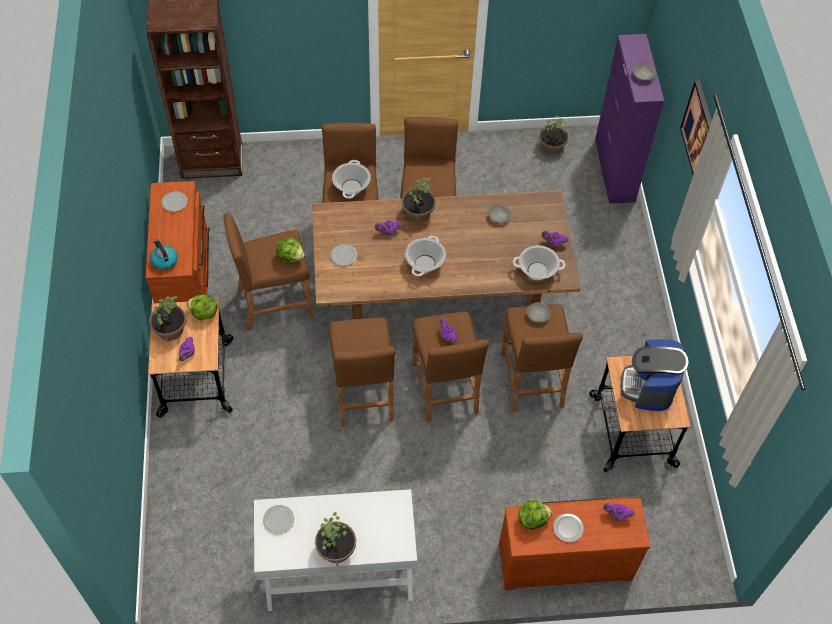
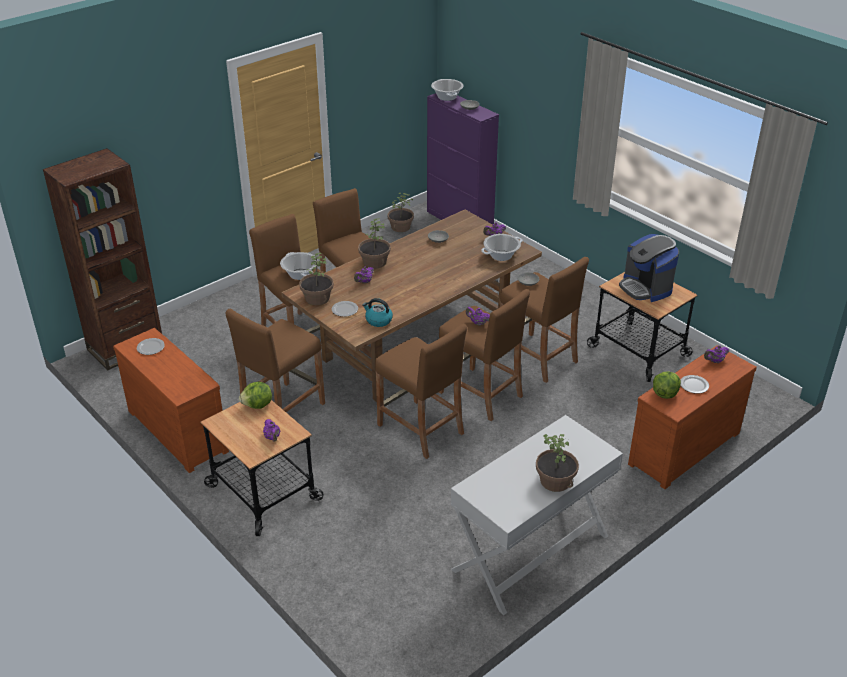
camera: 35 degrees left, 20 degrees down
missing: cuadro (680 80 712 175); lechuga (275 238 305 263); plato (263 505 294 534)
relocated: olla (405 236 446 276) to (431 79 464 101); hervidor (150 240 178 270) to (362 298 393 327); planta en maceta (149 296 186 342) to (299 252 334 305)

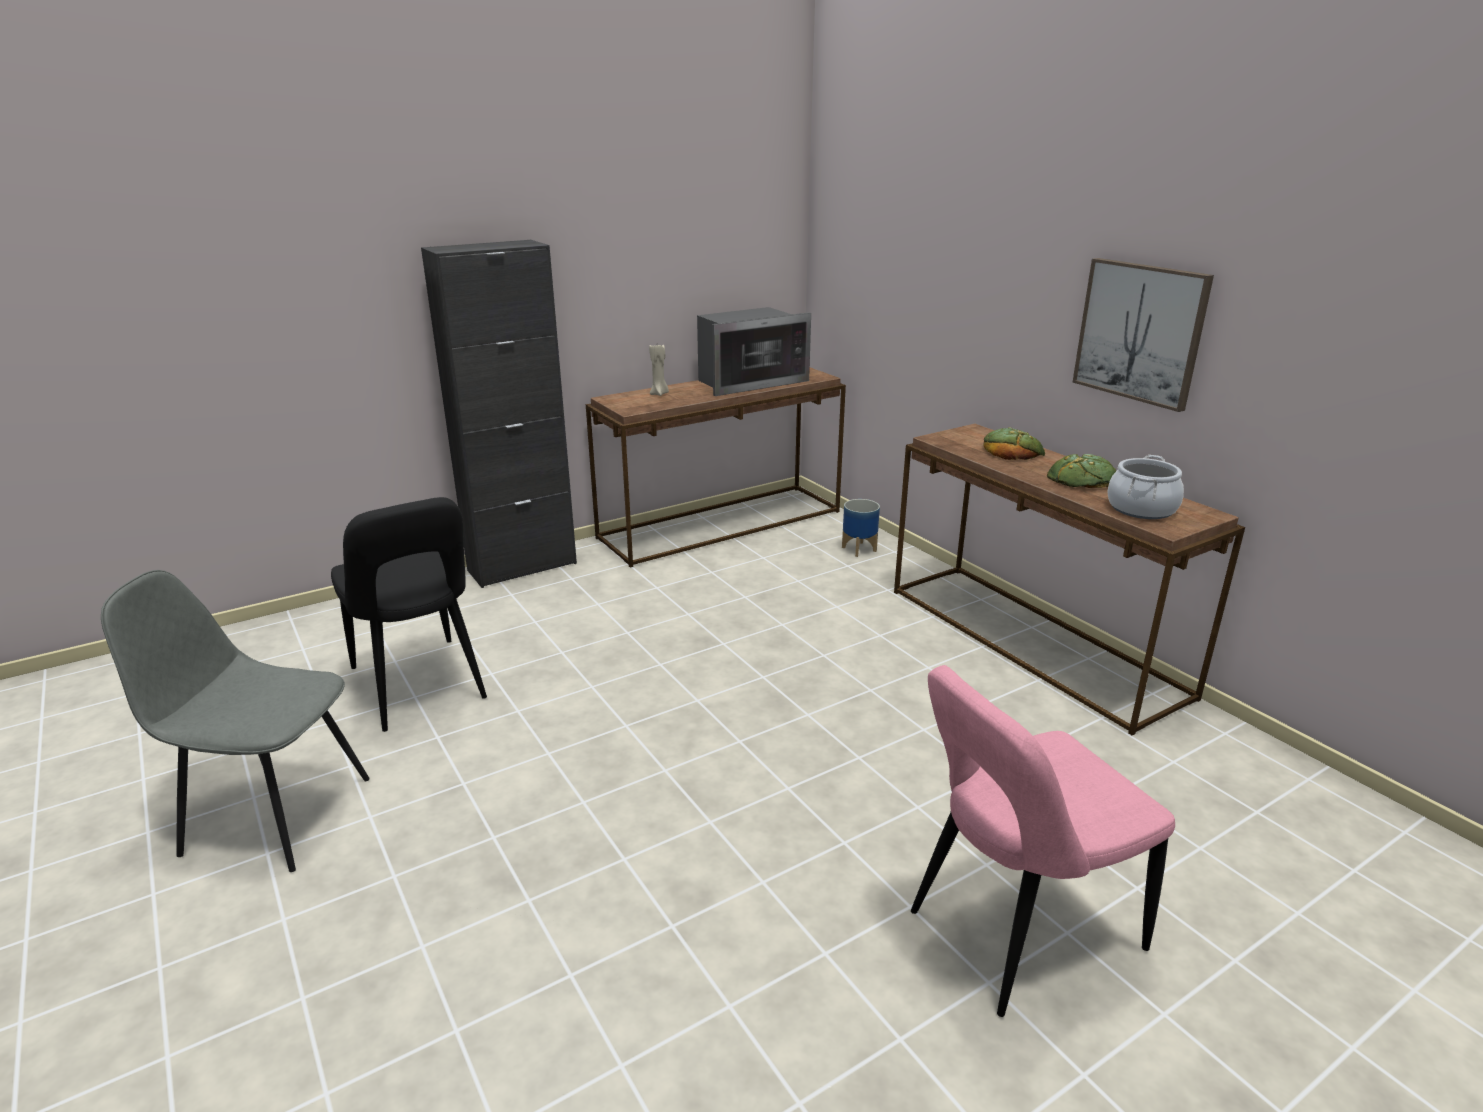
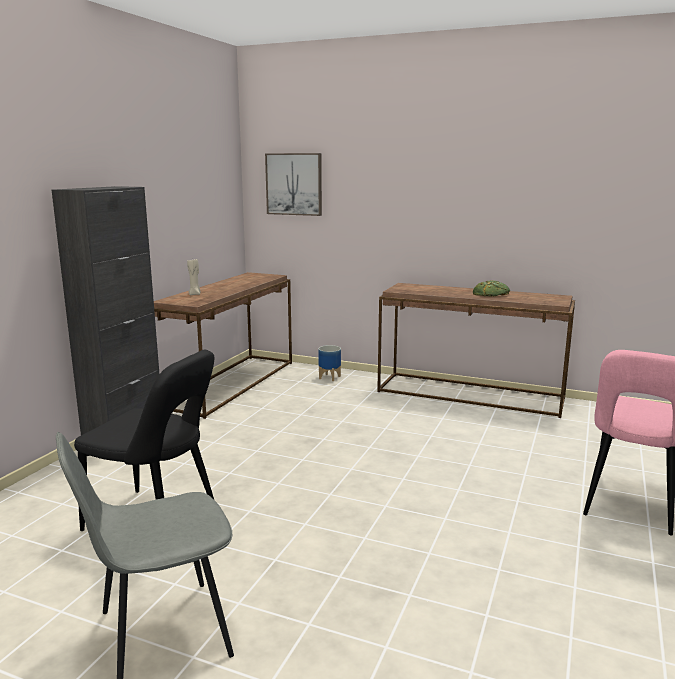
camera: 35 degrees left, 10 degrees down
missing: microondas (697 307 811 396); pan (983 427 1045 460); olla (1108 455 1184 519)
relocated: cuadro (1073 258 1214 412) to (265 153 322 216)

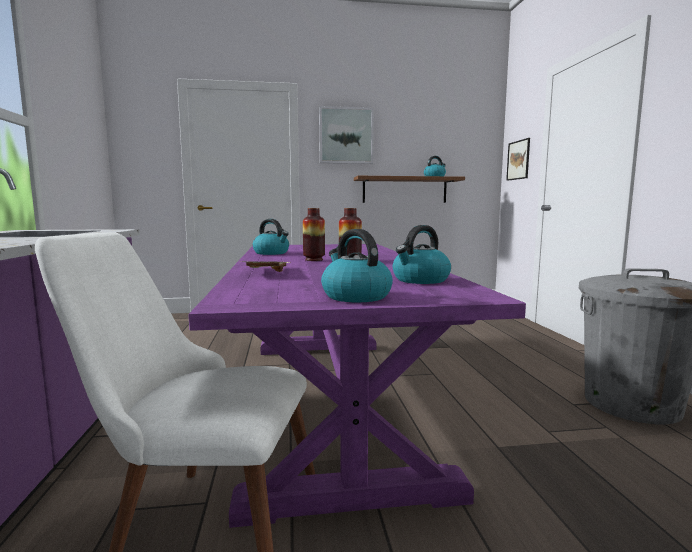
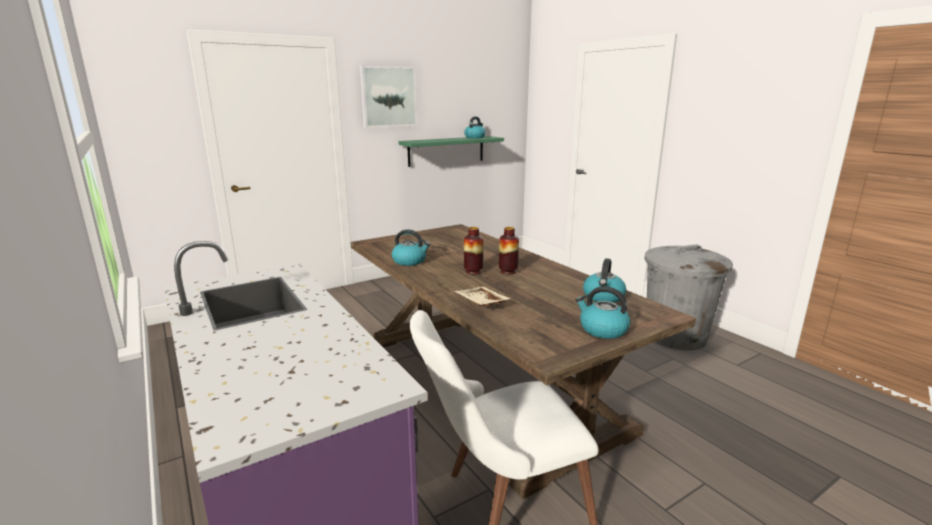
camera: 25 degrees left, 10 degrees up
missing: cuadro (506 138 530 181)
colour: estante [marrón] (354 176 465 203) to estante [verde] (399 136 504 167); mesa de comedor [morado] (188 244 526 528) to mesa de comedor [marrón] (350 224 696 500)

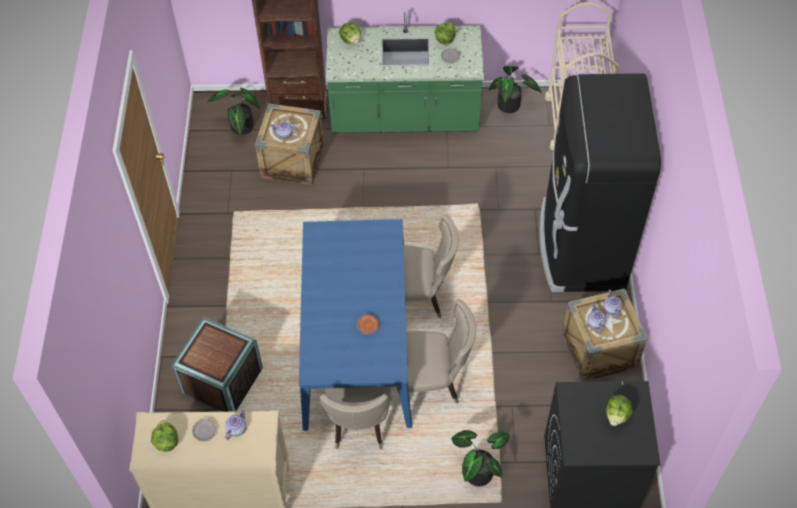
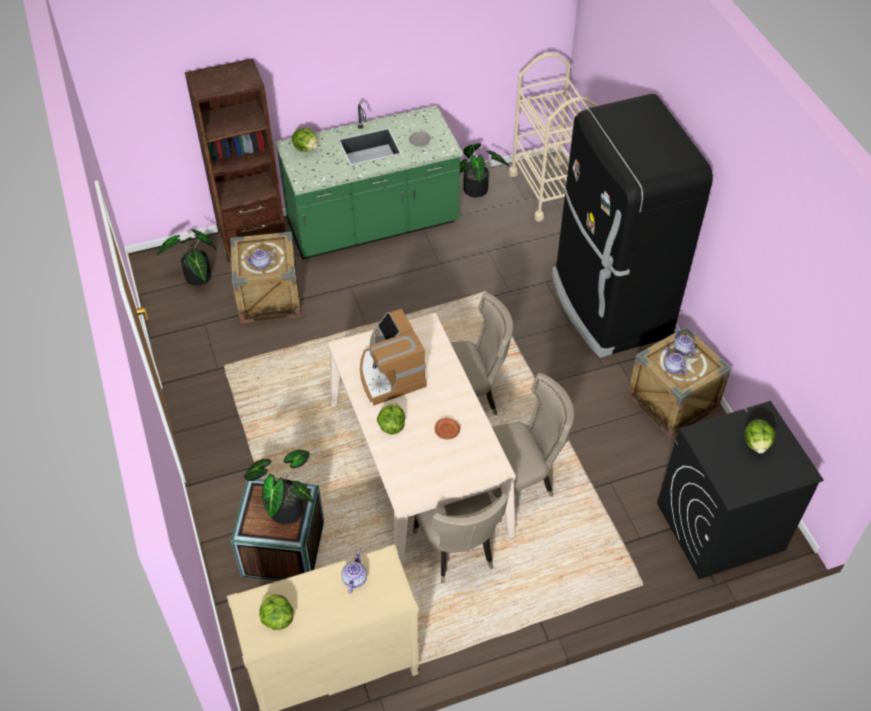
camera: 20 degrees left, 5 degrees down
missing: plato [gris] (192 419 216 442)
appeared: cafetera (360 309 427 406)
relocated: lechuga (435 23 456 44) to (377 403 405 434); planta en maceta (451 430 510 486) to (244 449 313 524)
colour: mesa de comedor [azul] (299 219 412 431) to mesa de comedor [beis] (328 313 516 567)

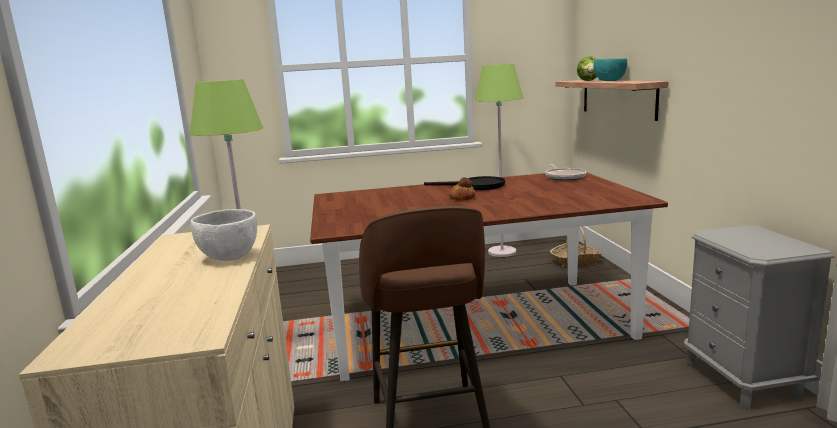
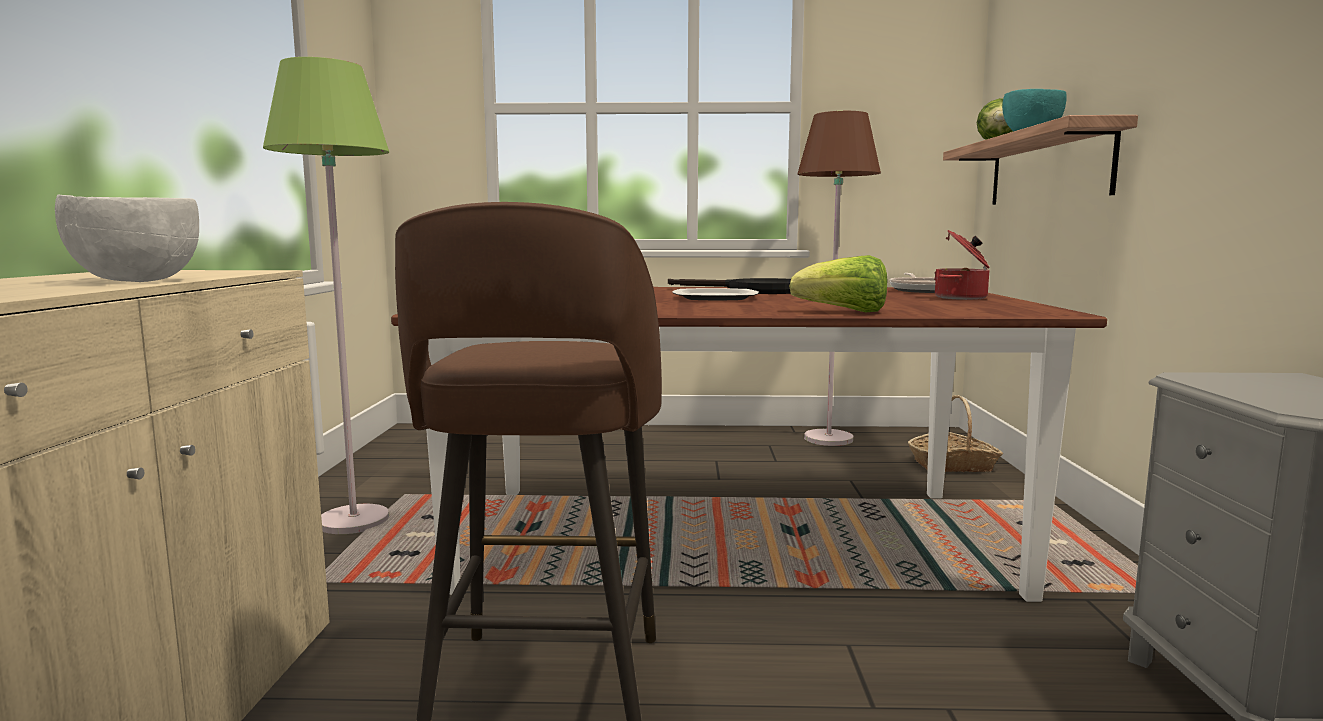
camera: 10 degrees right, 5 degrees down
appeared: olla (934 230 990 300); lechuga (790 255 887 313)
exchanged: pan (449 177 475 201) to plato (672 288 759 300)
colour: lámpara de pie [verde] (475 64 523 257) to lámpara de pie [marrón] (797 111 881 446)

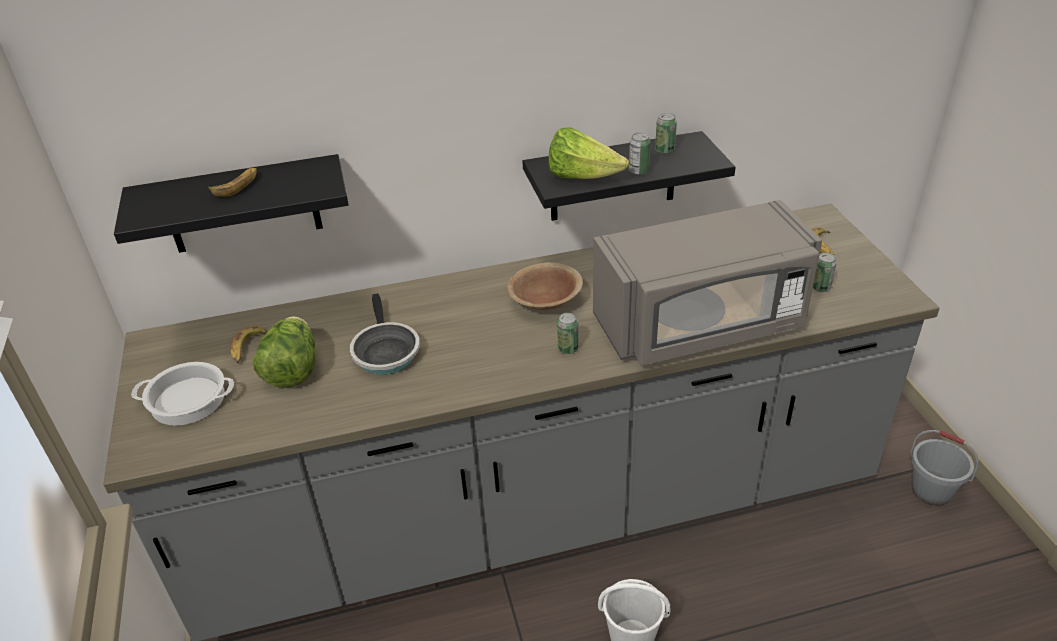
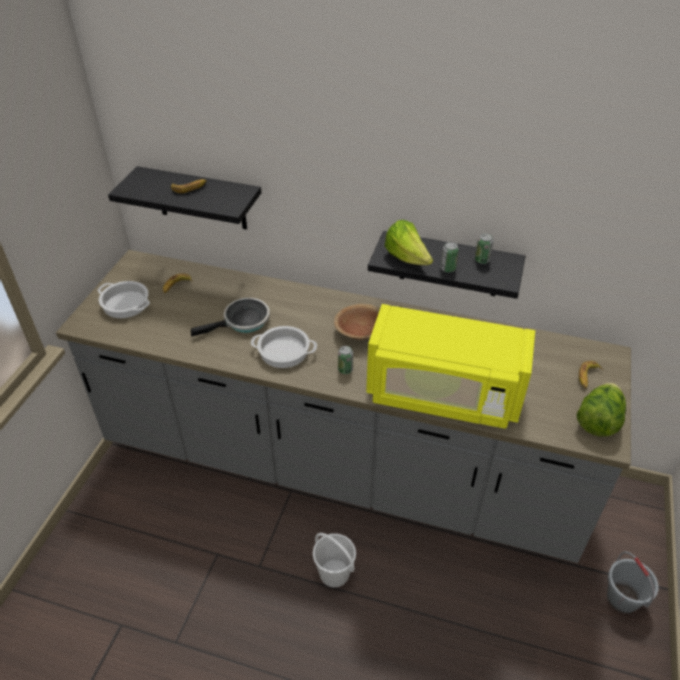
camera: 30 degrees right, 5 degrees up
missing: lata (813 253 837 292)
appeared: olla (251 326 317 368)
relocated: lechuga (253 316 315 388) to (577 383 626 437)
colour: microondas [gris] (593 200 822 366) to microondas [amarillo] (366 304 535 429)
spun: sartén (350 293 420 375) = (191 298 270 337) 135 degrees counterclockwise

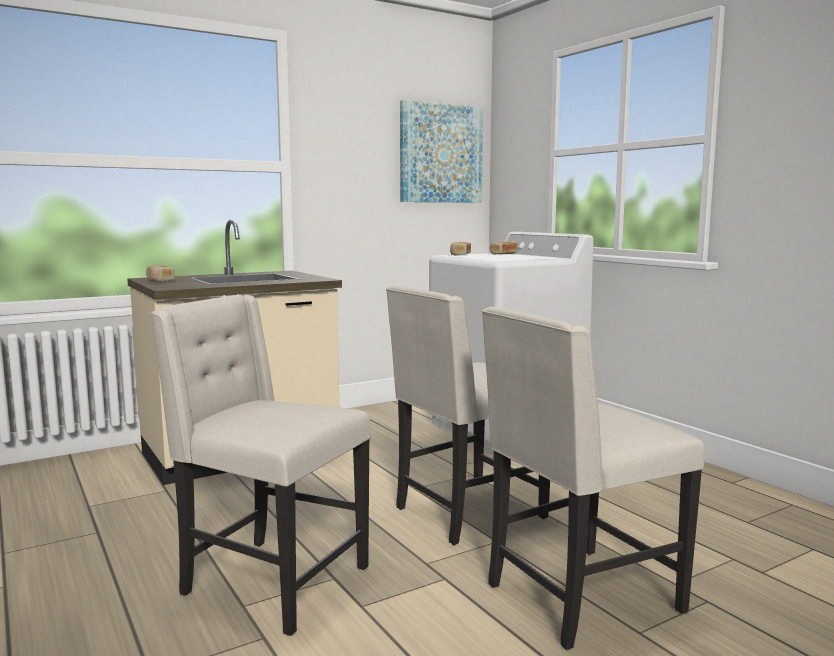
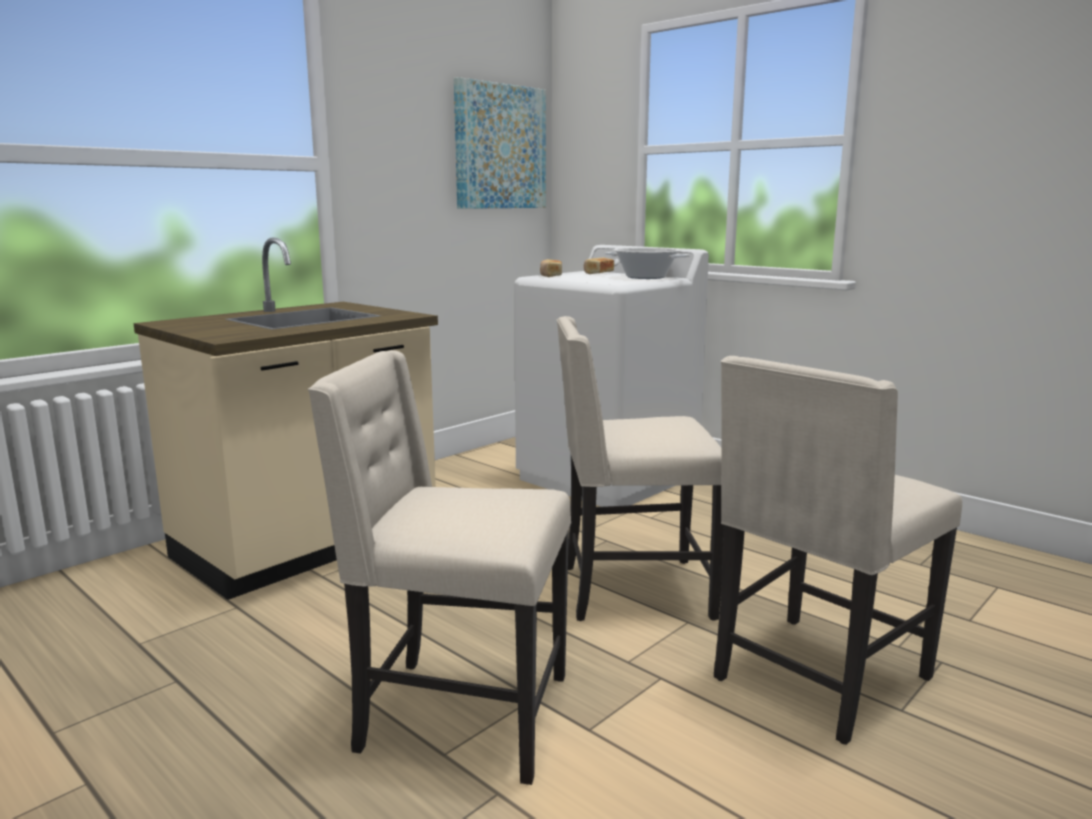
camera: 15 degrees left, 5 degrees up
missing: pan (146 265 175 282)
appeared: olla (605 248 690 279)
spun: silla [beis] (386 286 550 545) = (557 316 724 621) 45 degrees clockwise

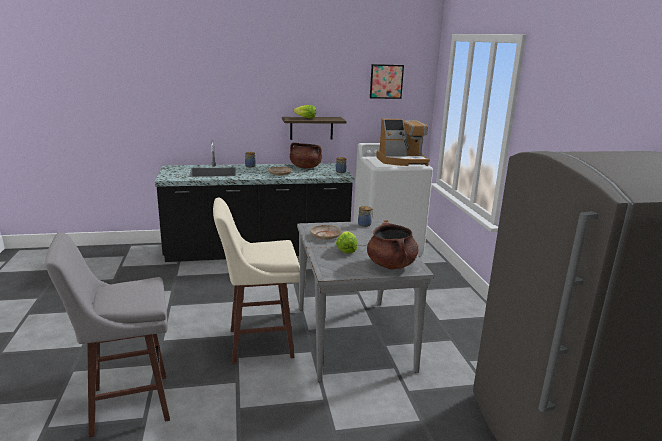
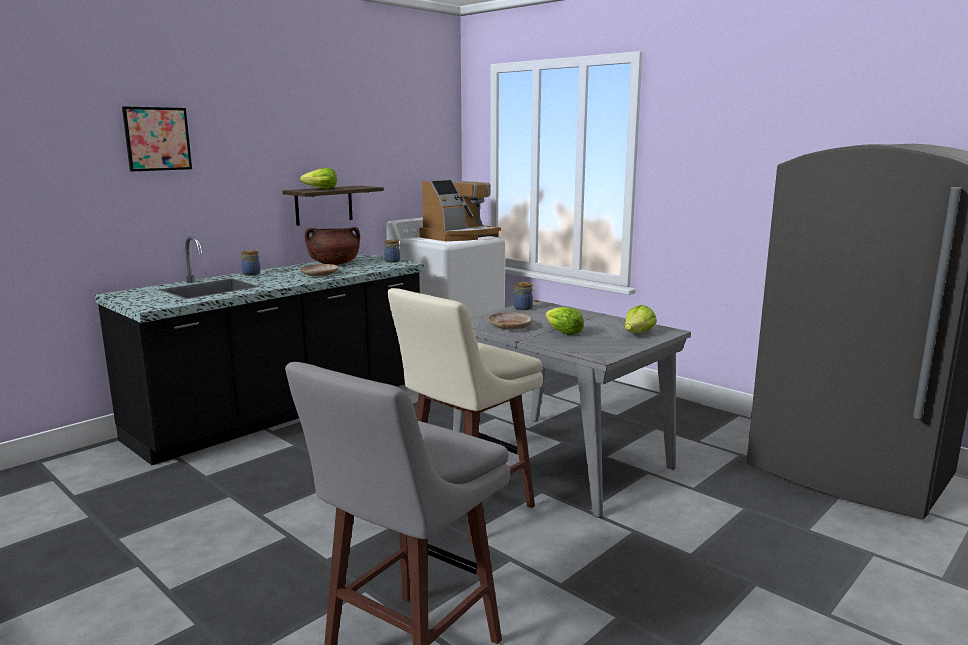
camera: 35 degrees left, 5 degrees down
relocated: cuadro (370 64 404 99) to (122 106 192 172)
exchanged: olla [marrón] (367 223 418 270) to lechuga (625 305 657 333)

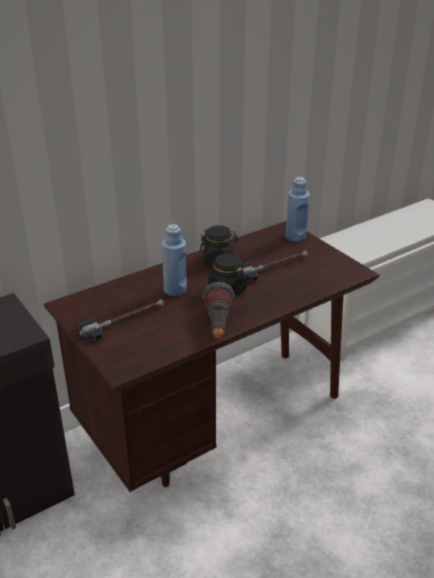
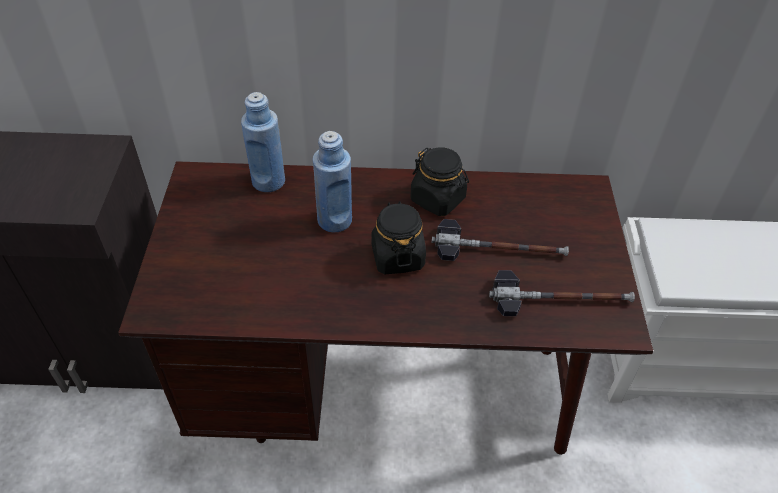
camera: 35 degrees right, 15 degrees up
missing: linterna (202 282 235 338)
relocated: botella [azul] (286 177 310 242) to (241 92 285 192); martillo (79 299 164 341) to (489 270 635 316)

